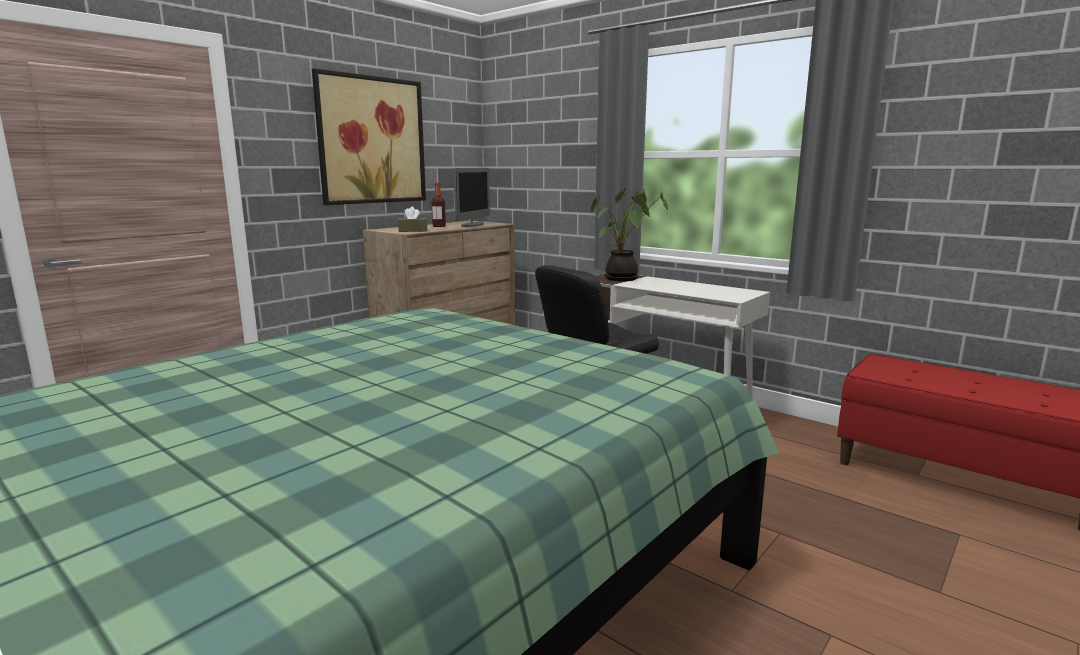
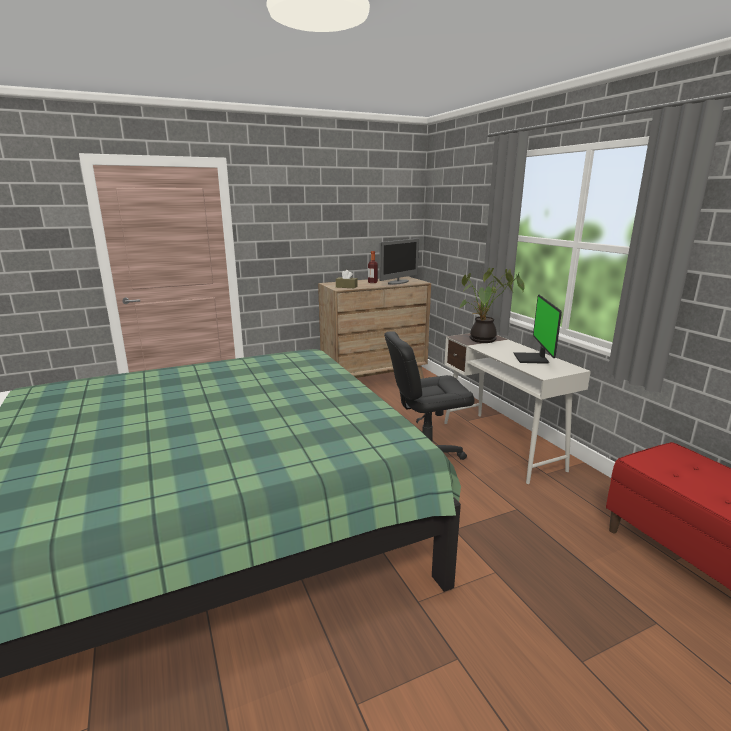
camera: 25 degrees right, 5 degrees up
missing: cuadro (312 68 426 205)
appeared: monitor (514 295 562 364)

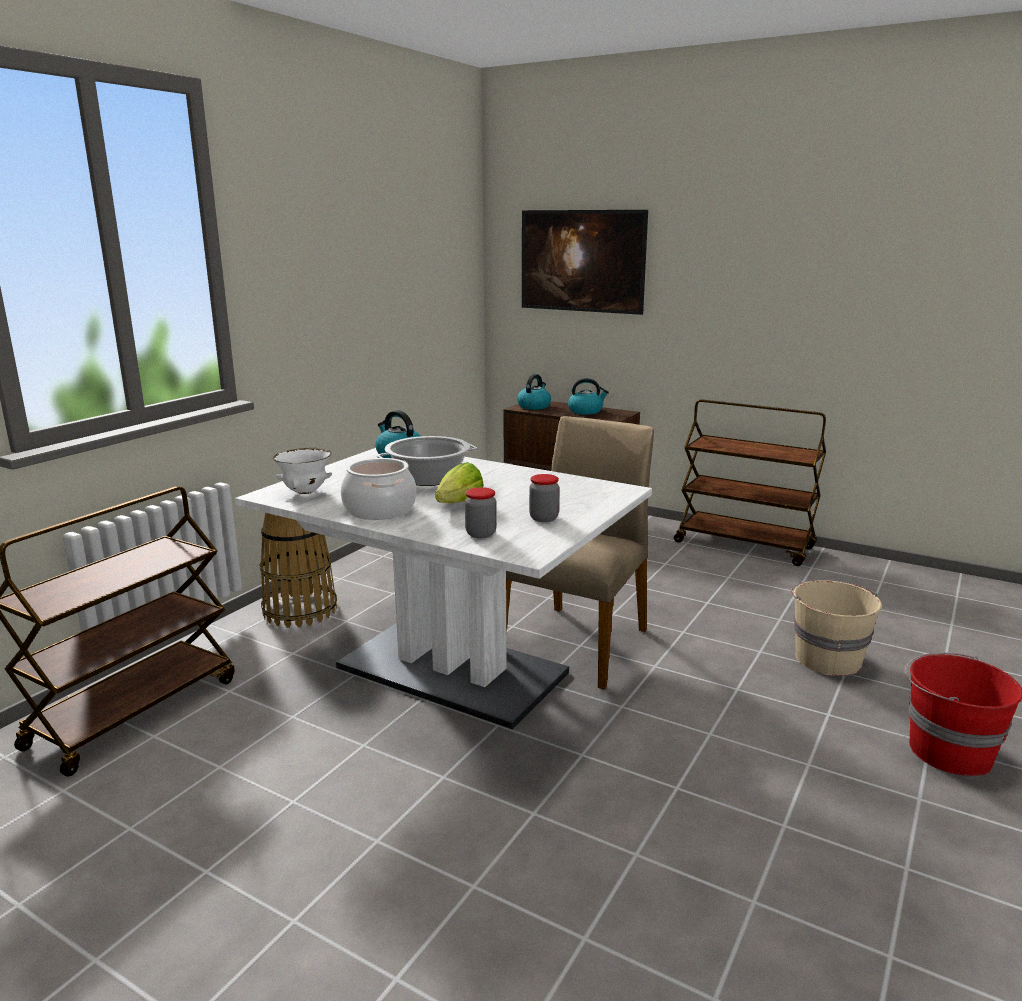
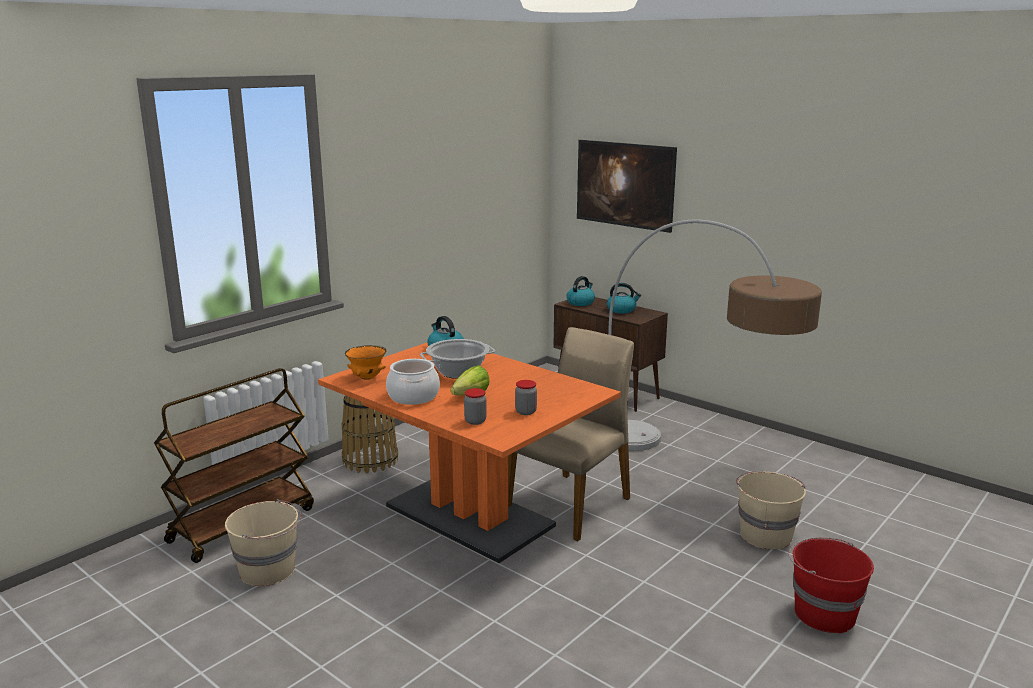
camera: 10 degrees right, 0 degrees up
missing: carrito [marrón] (674 399 826 566)
appeared: lámpara de pie (608 220 822 451); cubo [beis] (225 499 302 586)
colour: mesa de comedor [blanco] (235 448 652 729) to mesa de comedor [naranja] (318 343 621 563); cuenco [blanco] (273 448 332 494) to cuenco [naranja] (345 345 386 380)

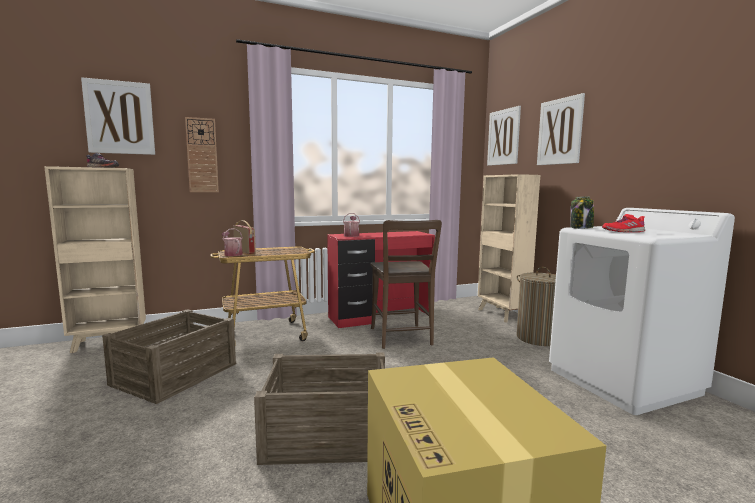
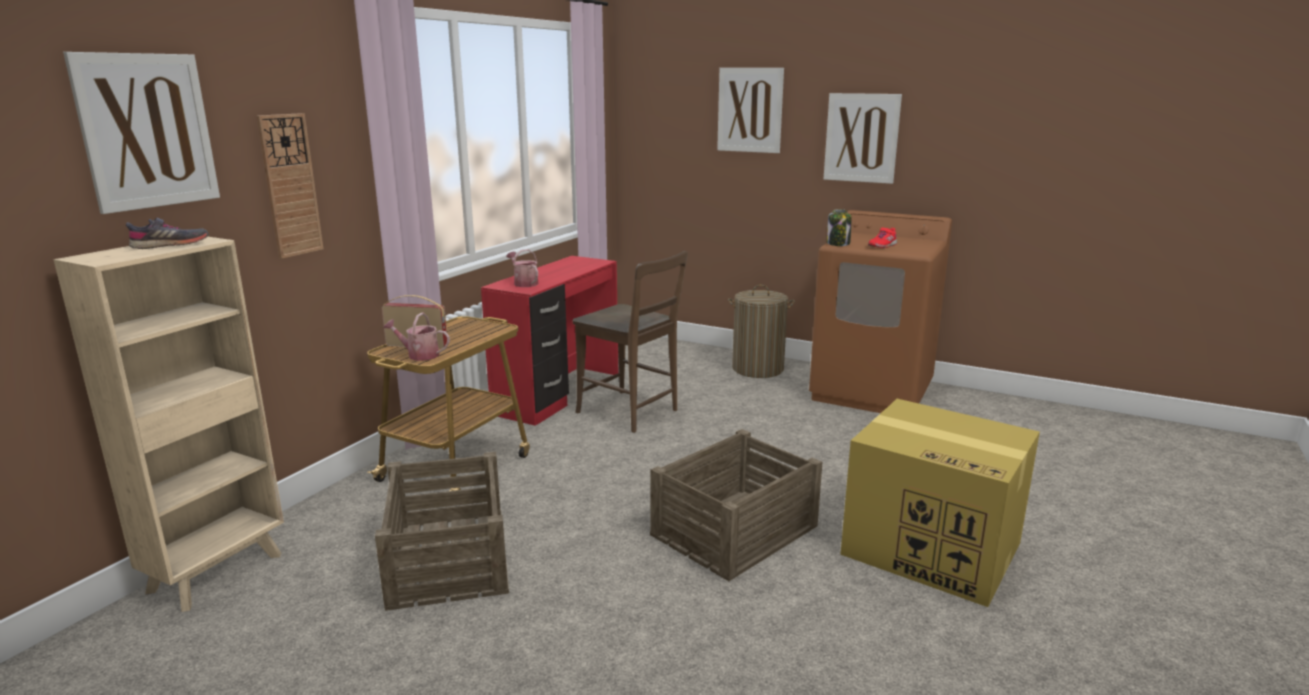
camera: 40 degrees left, 10 degrees up
missing: estantería [beis] (478 174 540 322)
relocated: cuadro (487 106 521 166) to (824 93 902 184)
colour: lavadora [blanco] (549 208 735 415) to lavadora [marrón] (809 210 952 413)

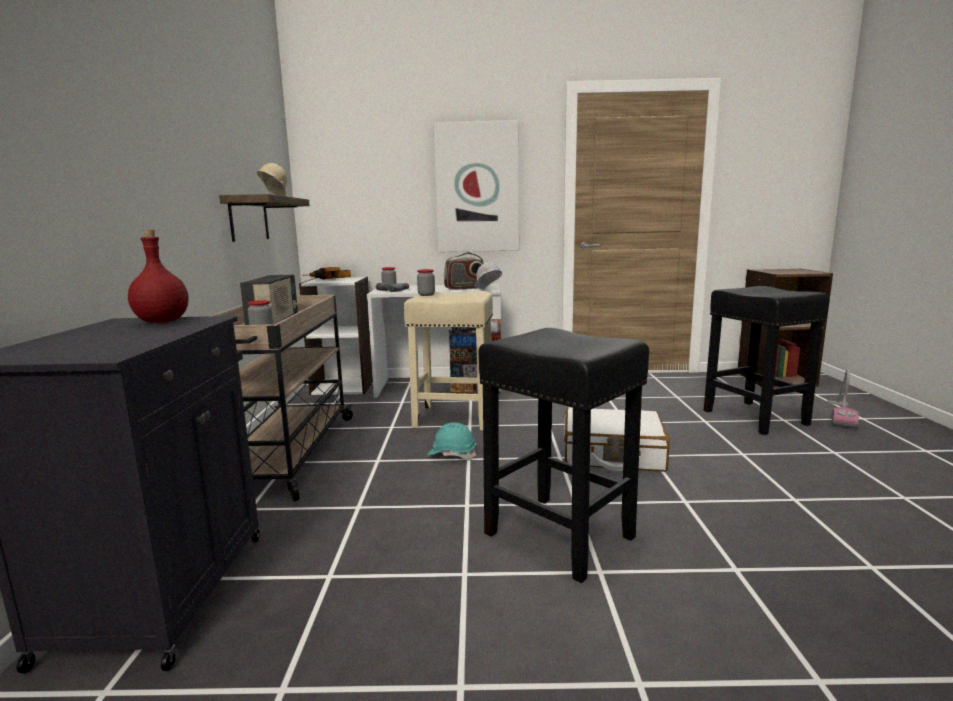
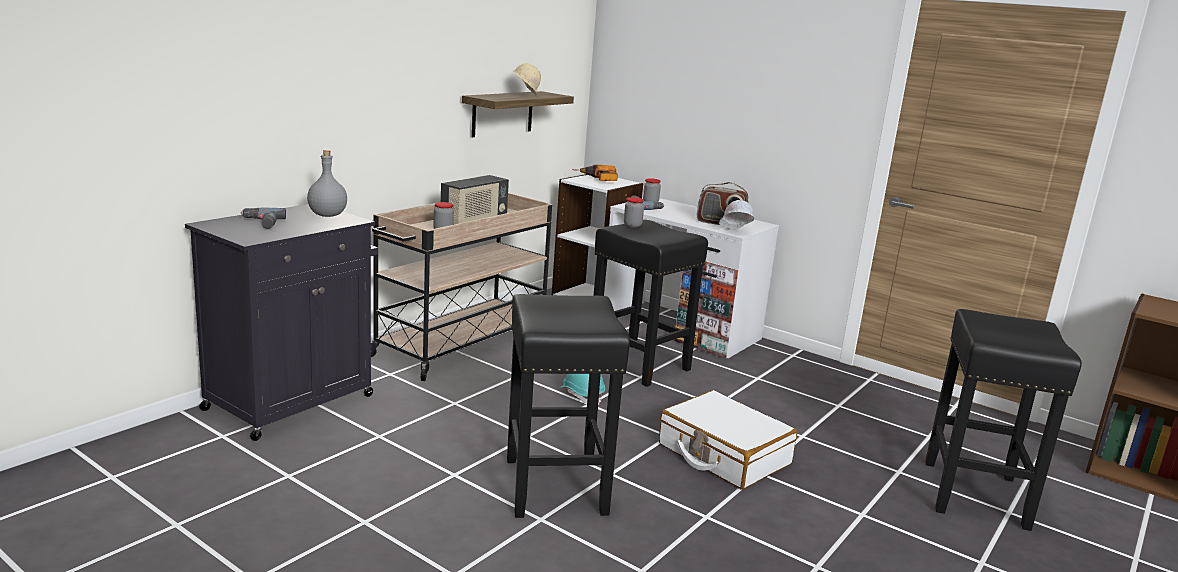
camera: 35 degrees right, 5 degrees up
missing: cuadro (433 120 519 252); aspiradora (828 369 859 429)
appeared: taladro (241 207 286 229)
colour: botella [rojo] (128 230 189 323) to botella [gris] (307 150 347 217); taburete [beis] (404 291 493 430) to taburete [negro] (593 220 708 387)

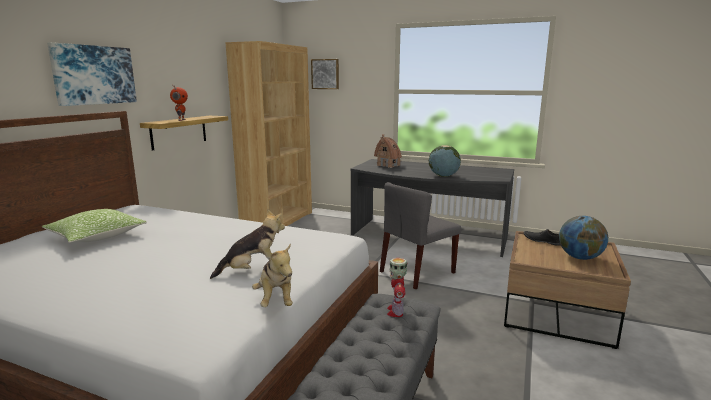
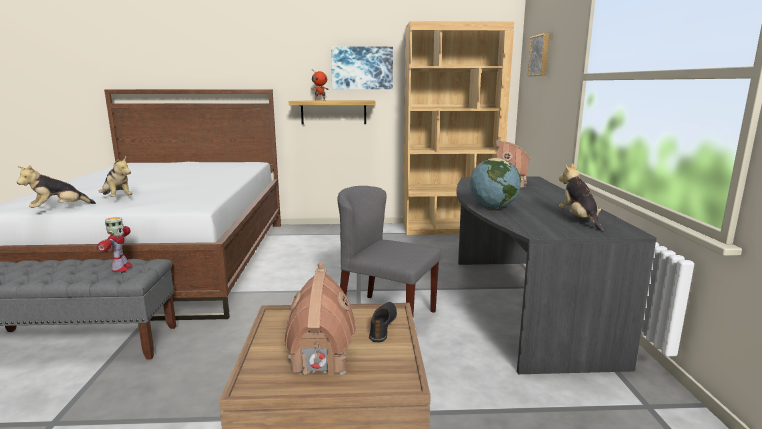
camera: 65 degrees right, 0 degrees up
missing: cojín (42 209 147 243)
appeared: peluche (559 164 605 231)
relocated: cuadro (47 42 137 106) to (331 46 393 89)
exchanged: globo terráqueo (559 216 608 260) to casita (285 262 356 376)
spun: robot de juguete (387 258 407 317) = (97 217 133 272) 105 degrees clockwise

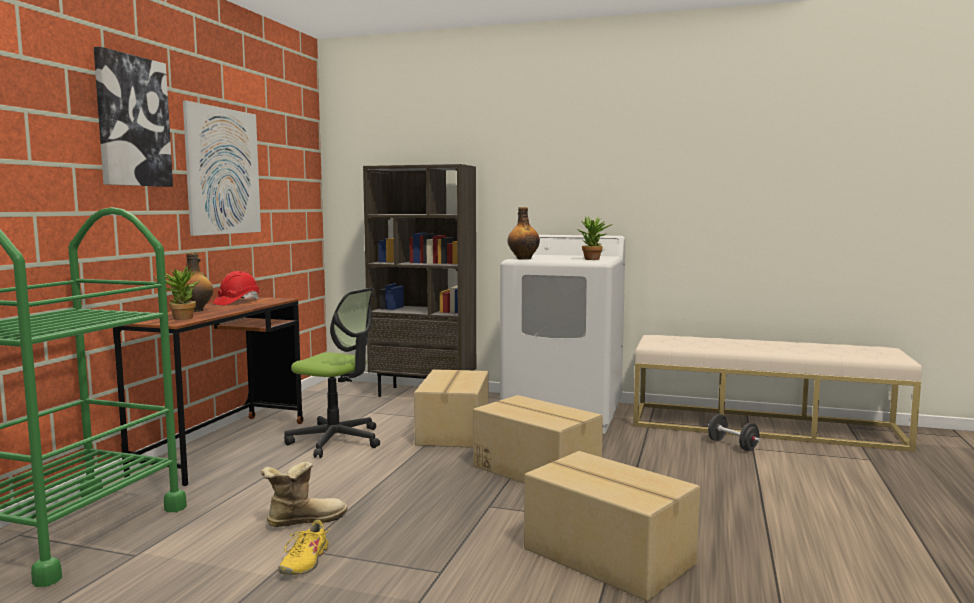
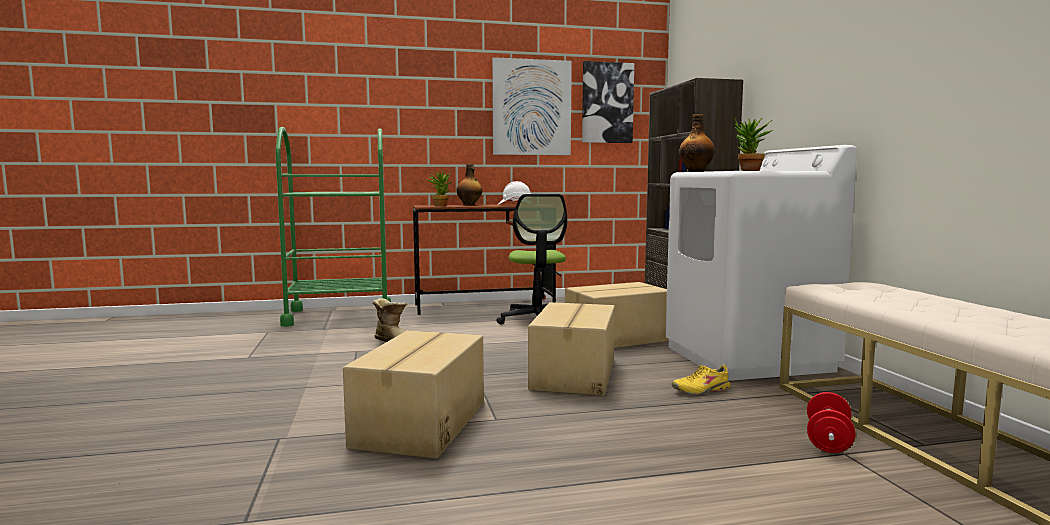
camera: 60 degrees right, 0 degrees up
relocated: cuadro (94 47 173 187) to (582 61 634 143); zapato [amarillo] (278 520 331 575) to (672 364 730 395)
colour: casco [rojo] (213 271 260 305) to casco [blanco] (498 181 531 205); mancuerna [negro] (708 414 760 451) to mancuerna [rojo] (807 392 855 453)

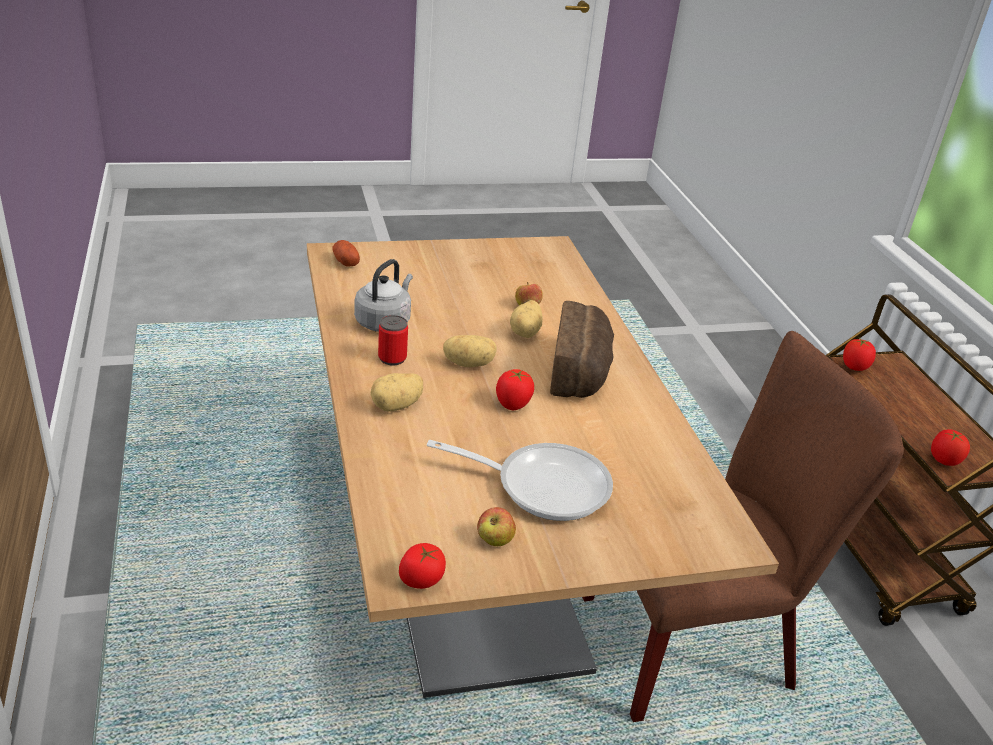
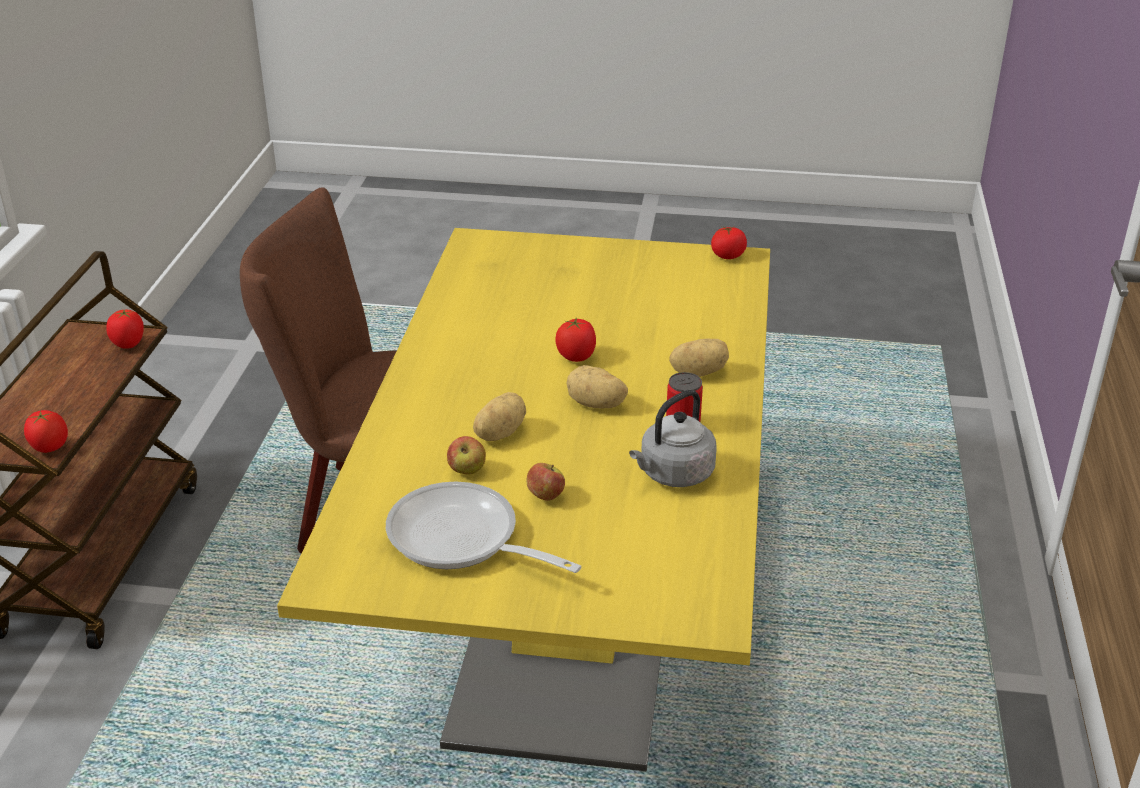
camera: 155 degrees left, 0 degrees up
missing: patata (333 240 360 267); pan (550 301 614 398)
relocated: sartén (427 440 613 521) to (386 482 581 573); manzana (477 507 516 546) to (527 463 565 501)
colour: mesa de comedor [marrón] (306 236 779 698) to mesa de comedor [amarillo] (277 228 770 771)

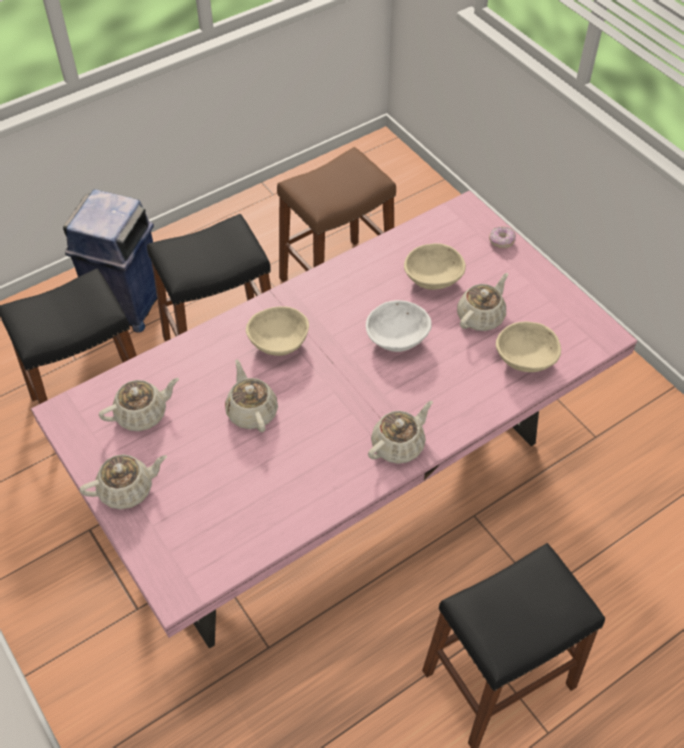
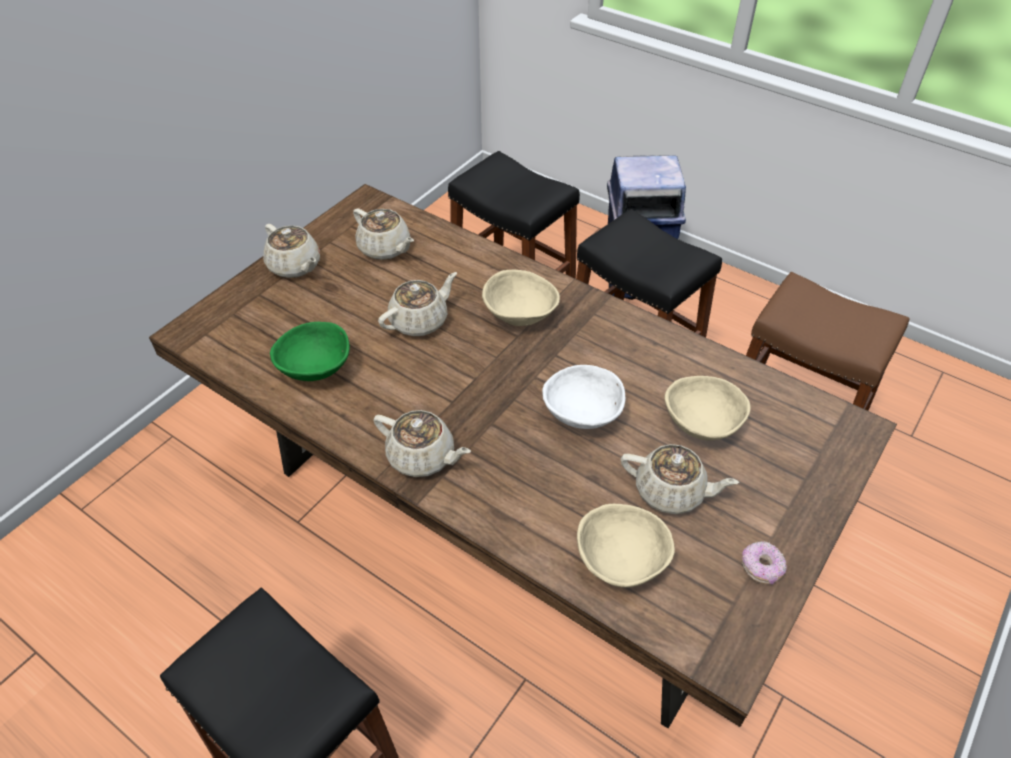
camera: 70 degrees right, 5 degrees down
appeared: cuenco [verde] (270 322 350 381)
relocated: rosquilla (489 227 516 248) to (742 541 787 585)
colour: mesa de comedor [rosa] (31 190 638 648) to mesa de comedor [marrón] (149 184 897 728)

